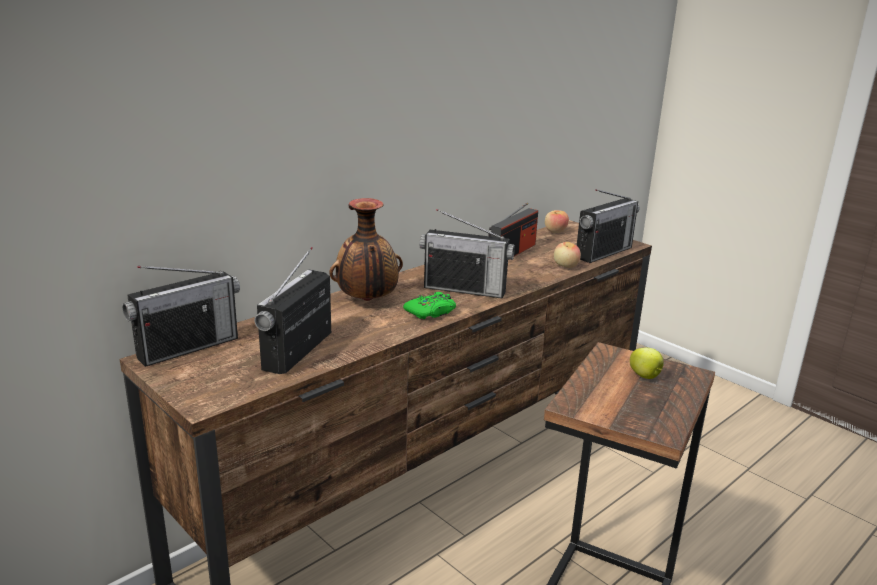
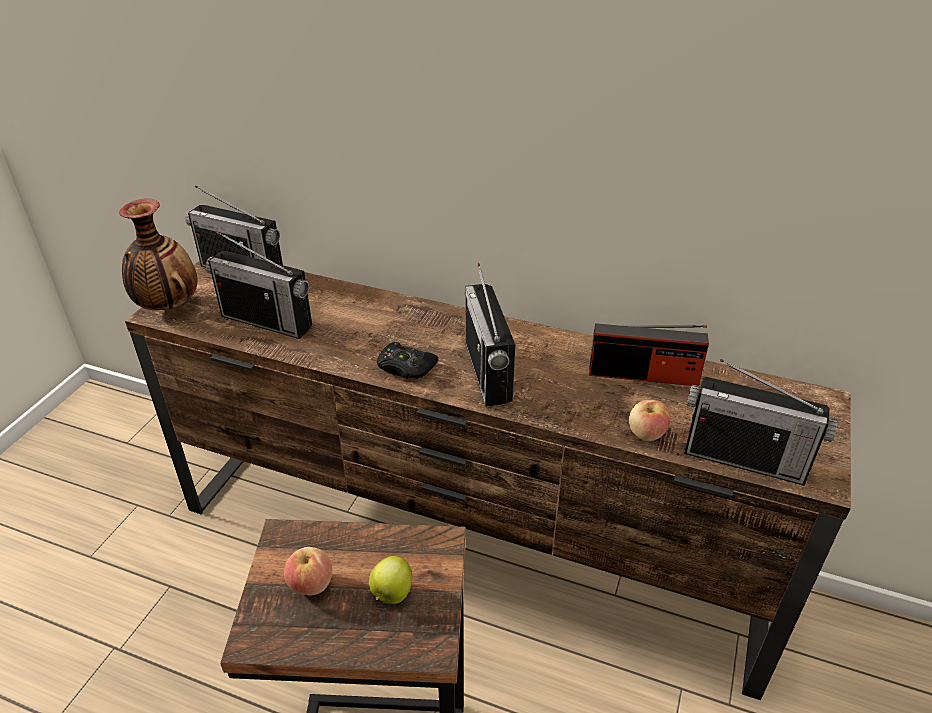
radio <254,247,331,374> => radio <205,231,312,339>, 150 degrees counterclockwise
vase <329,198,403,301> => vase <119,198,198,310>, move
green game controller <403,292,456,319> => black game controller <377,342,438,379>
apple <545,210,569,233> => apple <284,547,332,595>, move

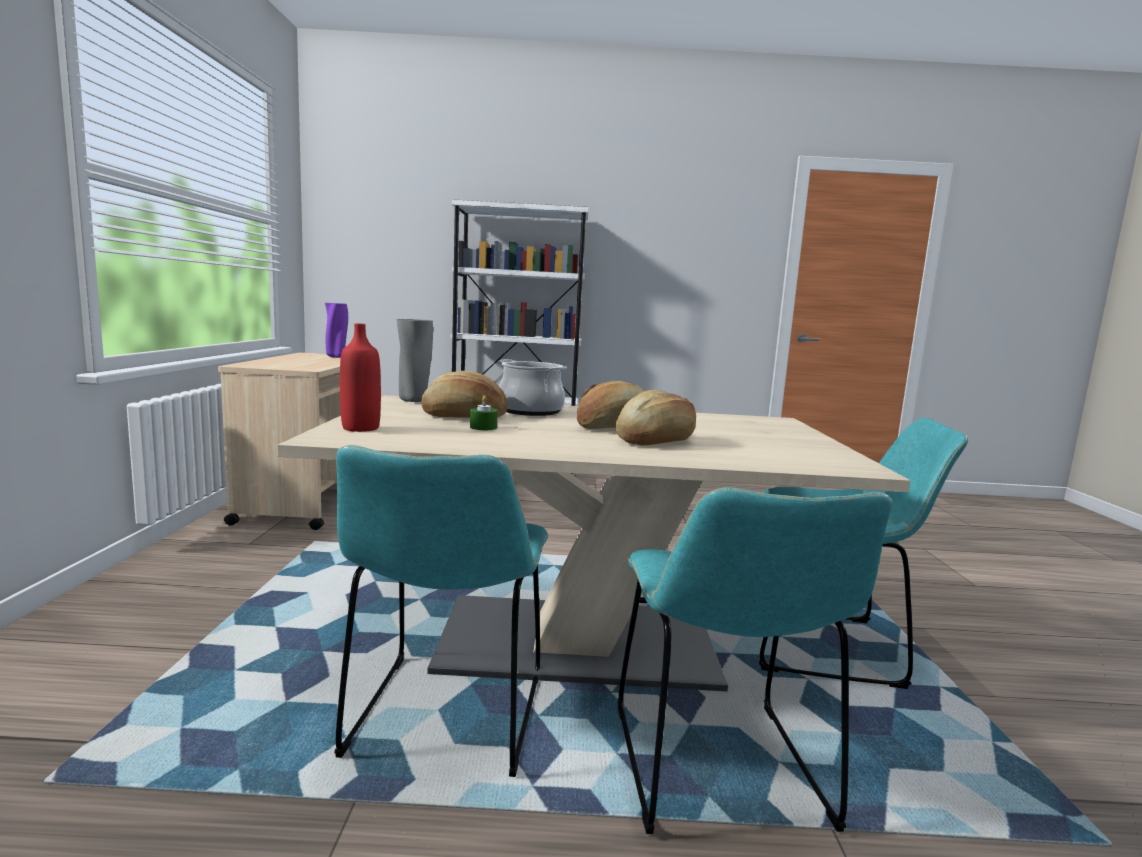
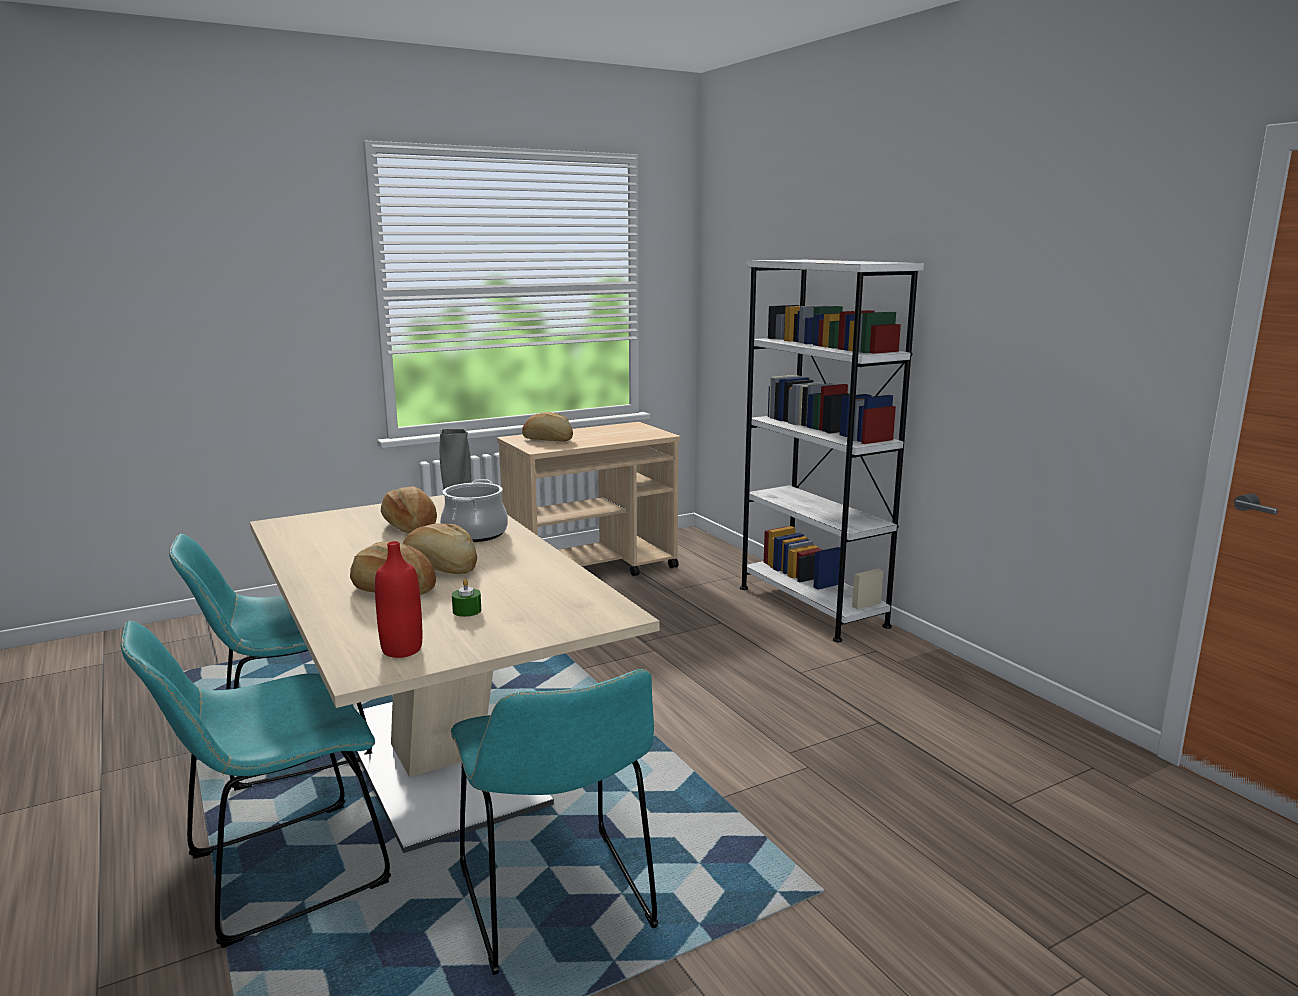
purple vase <325,303,348,358> => nothing
red bottle <340,323,381,432> => red bottle <375,541,422,658>, move
green candle <470,395,498,430> => green candle <452,579,481,617>, move
nothing => bread <522,412,573,442>

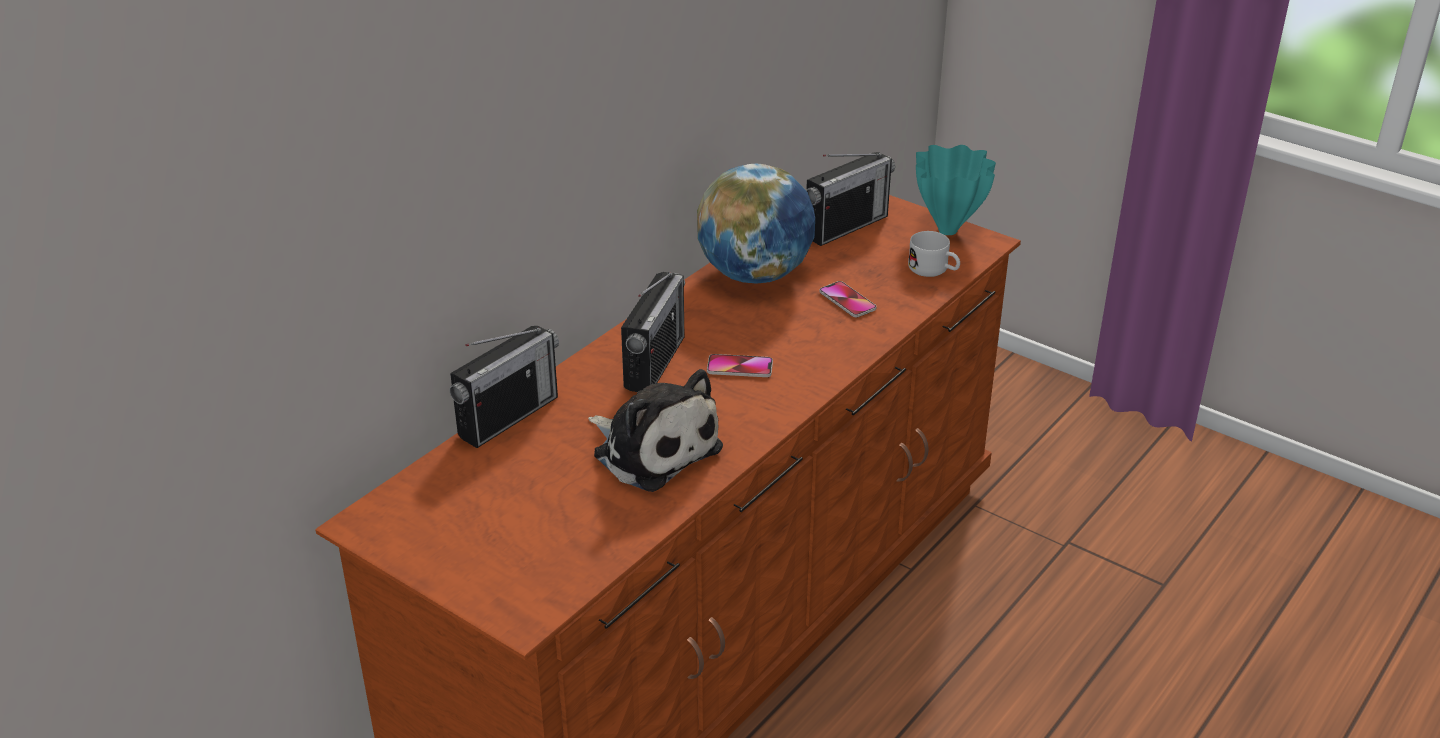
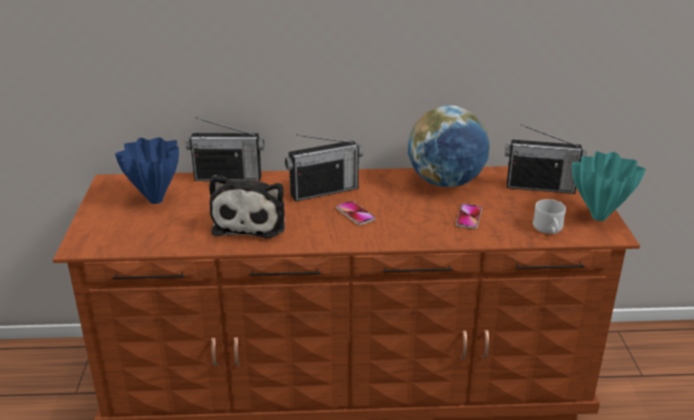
nothing => blue vase <115,137,179,204>

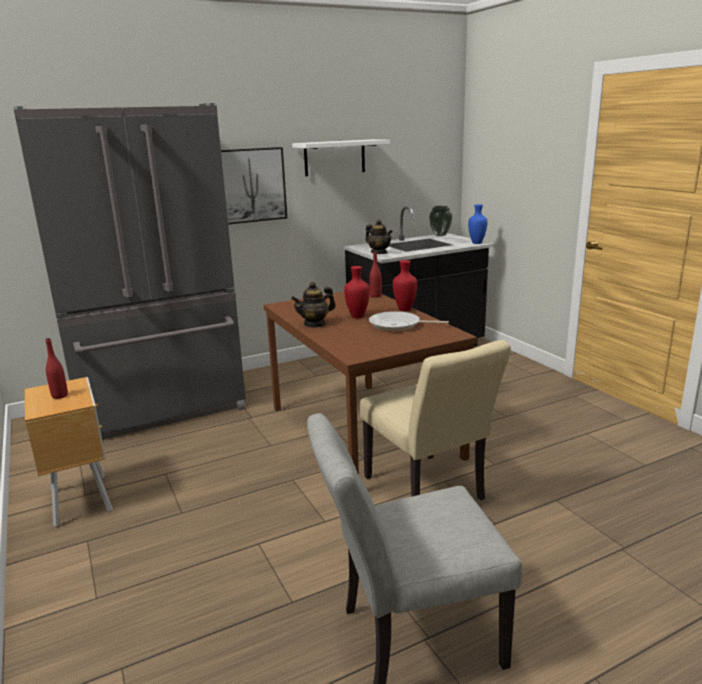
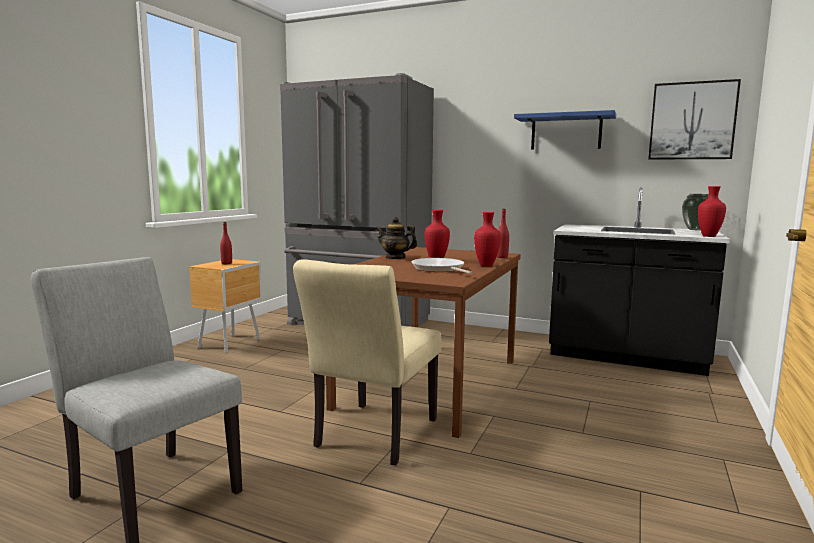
picture <221,147,287,224> => picture <648,79,741,160>, move
white shelf <292,139,390,176> => blue shelf <514,110,616,149>
teapot <365,220,393,254> => nothing
blue vase <468,204,488,244> => red vase <698,186,726,237>

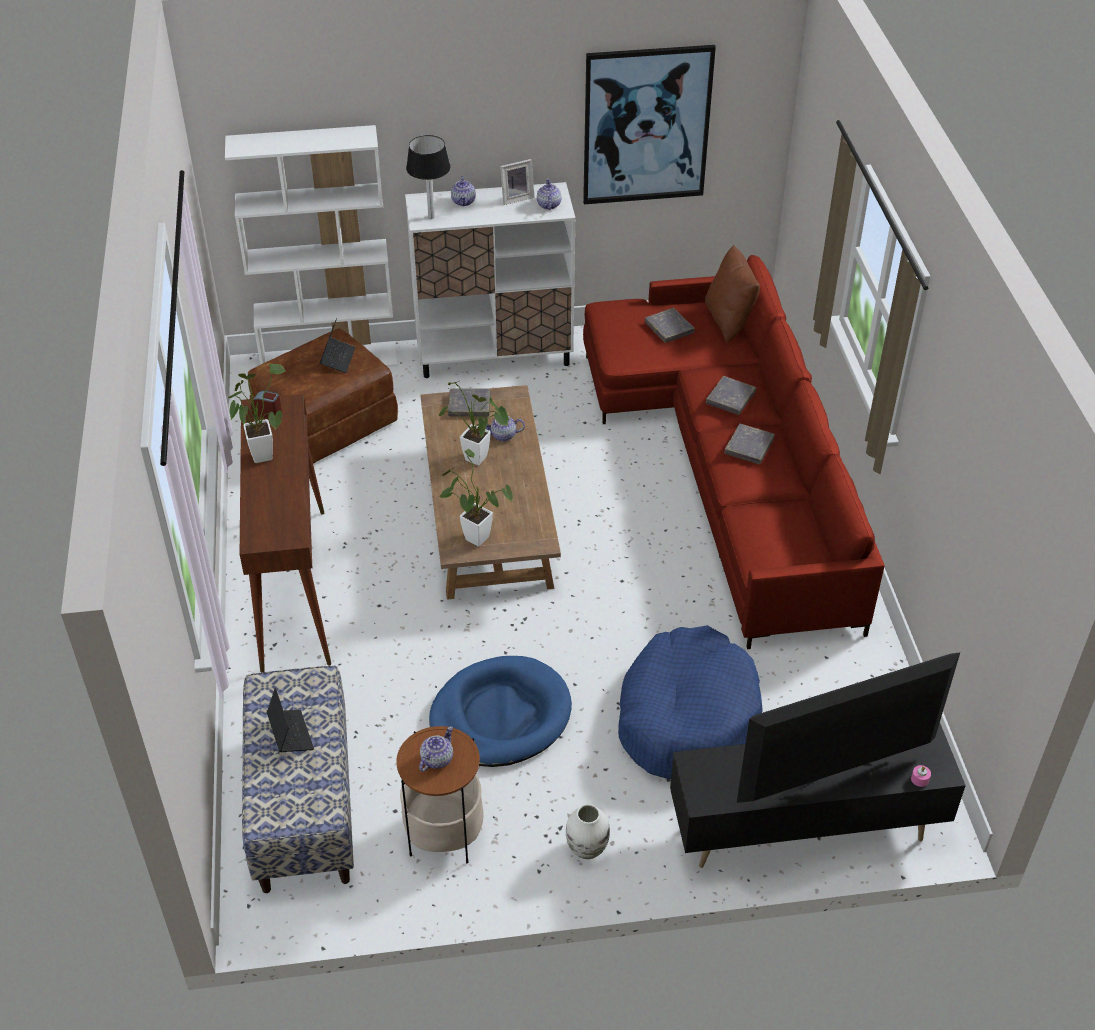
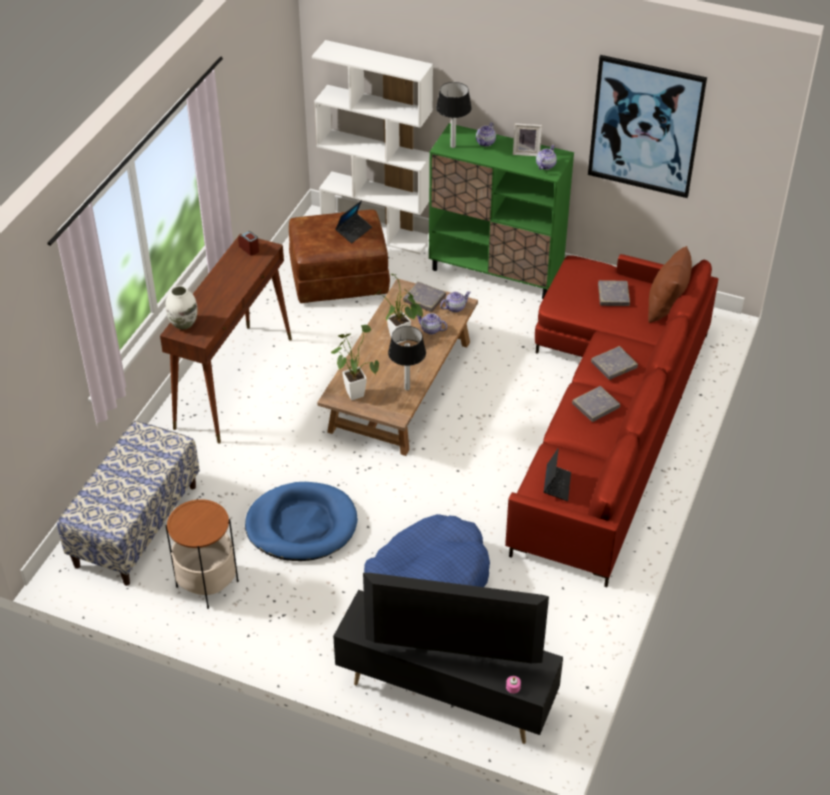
potted plant <228,364,285,463> => nothing
laptop <267,688,314,752> => laptop <544,448,571,501>, move
white cabinet <405,182,576,378> => green cabinet <429,123,574,299>
teapot <419,726,453,772> => teapot <440,291,471,313>, move
white vase <566,804,610,859> => white vase <165,286,198,330>, move
nothing => table lamp <388,326,426,391>

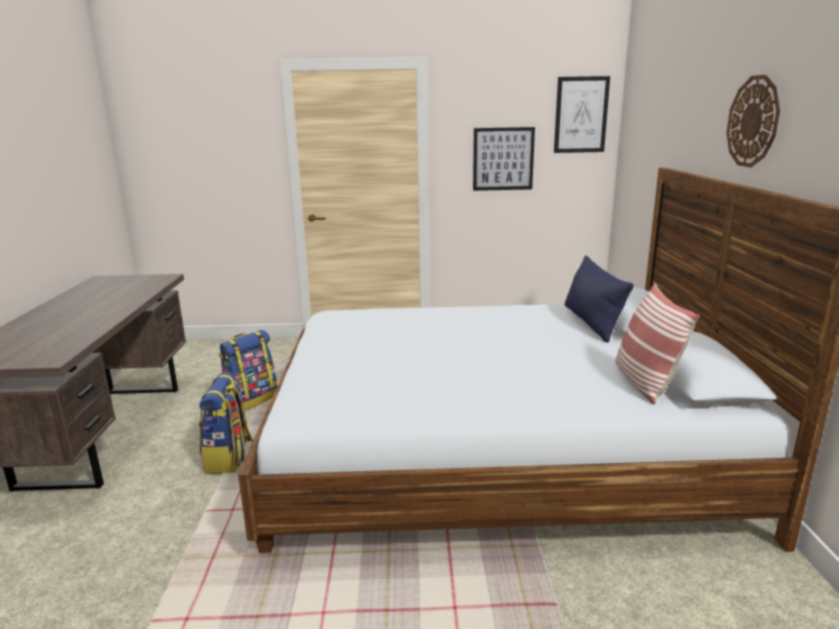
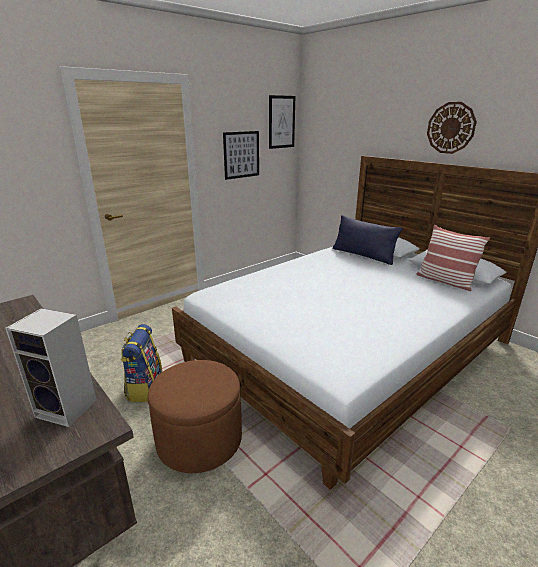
backpack <199,372,253,473> => brown ottoman <148,360,242,473>
nothing => speaker <5,308,97,427>

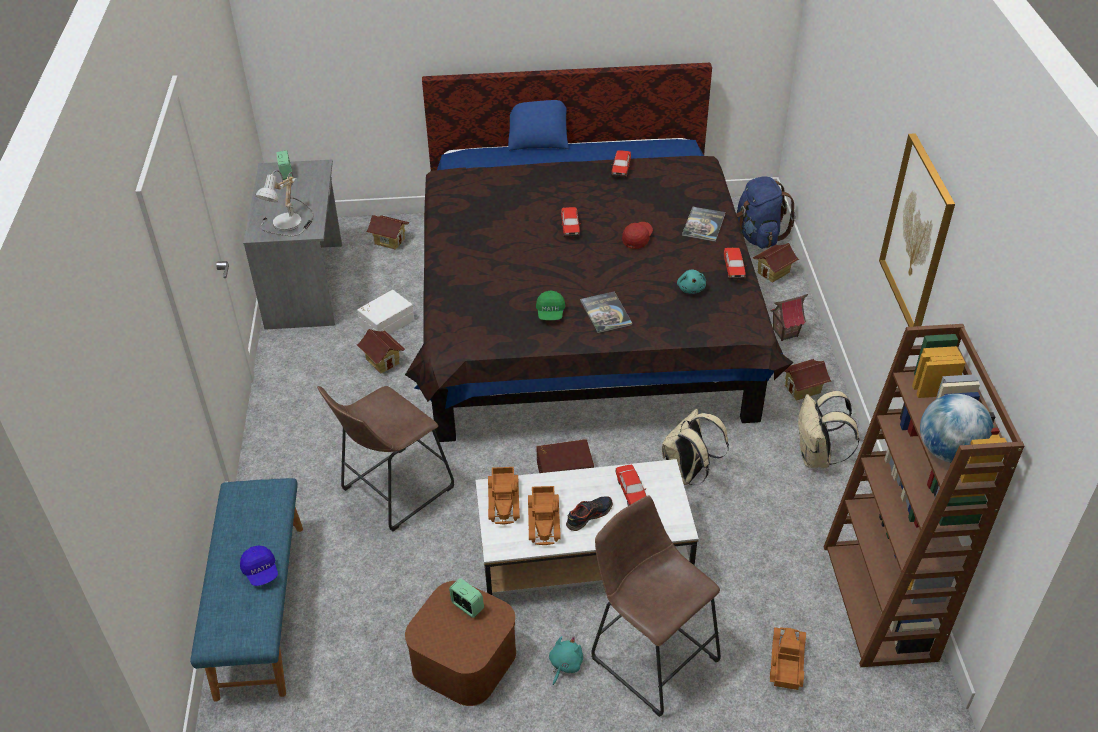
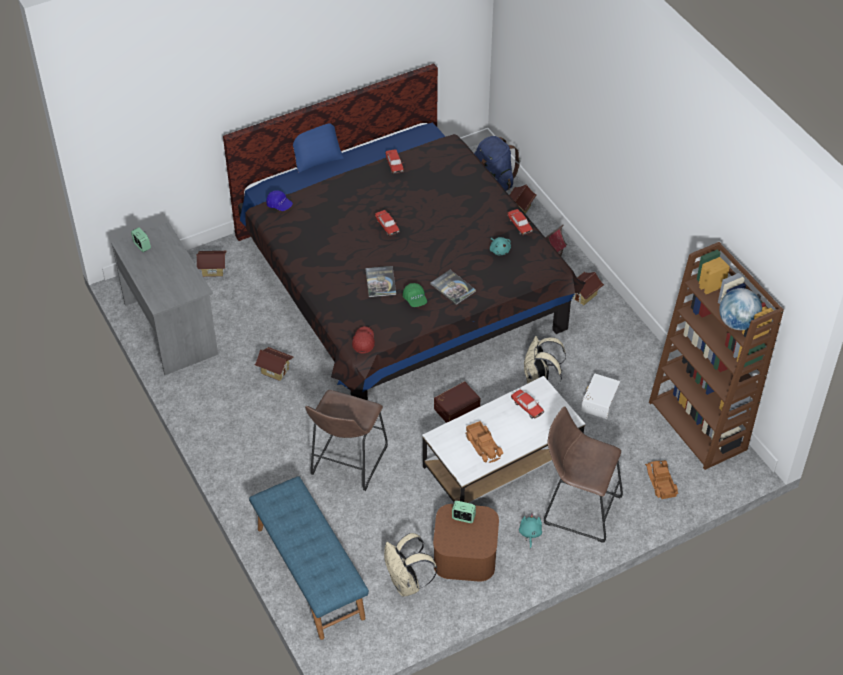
blue cap <240,546,278,586> => blue cap <266,190,293,211>, move
table lamp <255,170,314,236> => nothing
white storage box <357,290,414,335> => white storage box <581,374,620,419>, move
toy truck <488,467,520,524> => nothing
shoe <566,496,613,531> => nothing
red cap <622,222,653,249> => red cap <352,326,375,354>, move
book <682,207,725,242> => book <365,266,396,297>, move
beige backpack <798,391,859,468> => beige backpack <384,533,437,596>, move
picture <879,133,955,327> => nothing

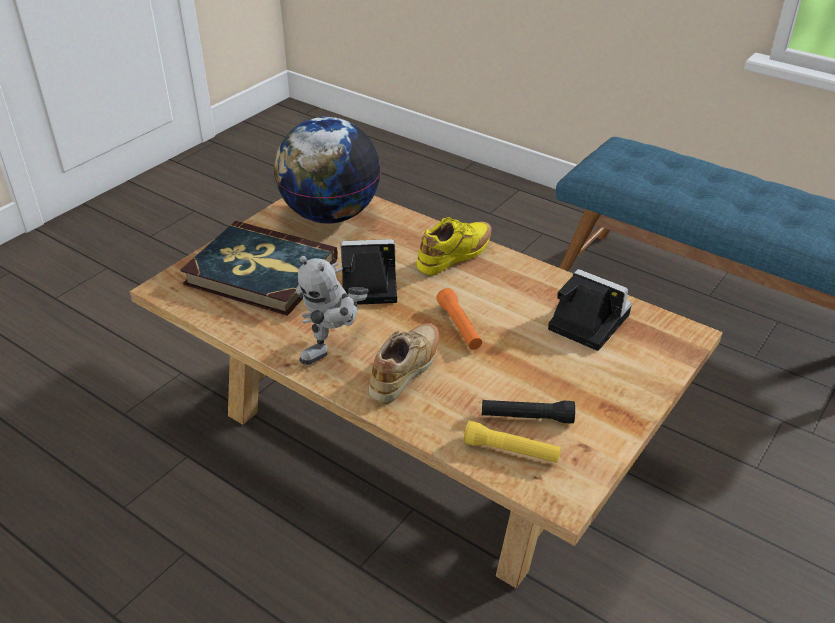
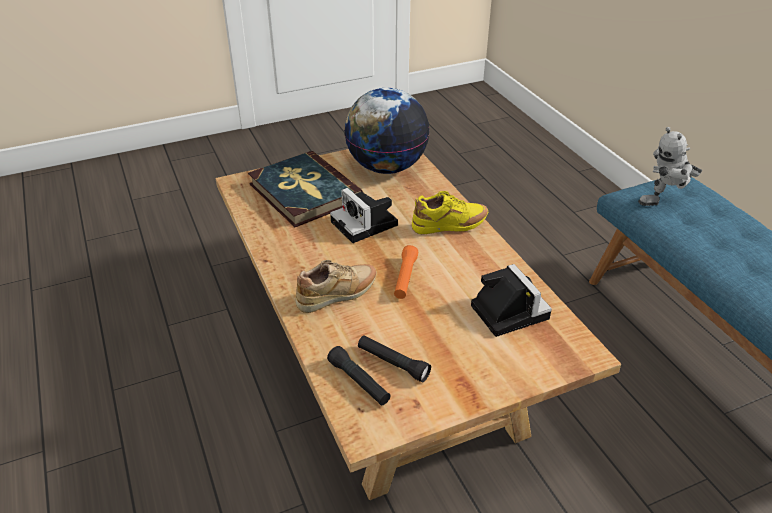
toy robot <296,256,369,365> => toy robot <638,127,702,206>, move
photo camera <341,239,397,305> => photo camera <330,188,398,243>, 150 degrees counterclockwise
yellow flashlight <464,421,561,463> => black flashlight <327,346,391,405>

